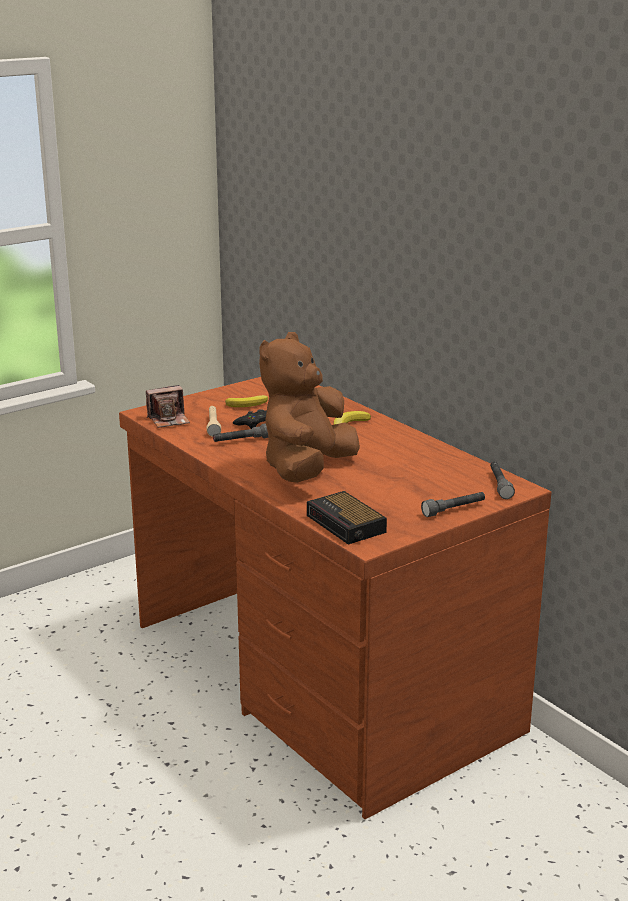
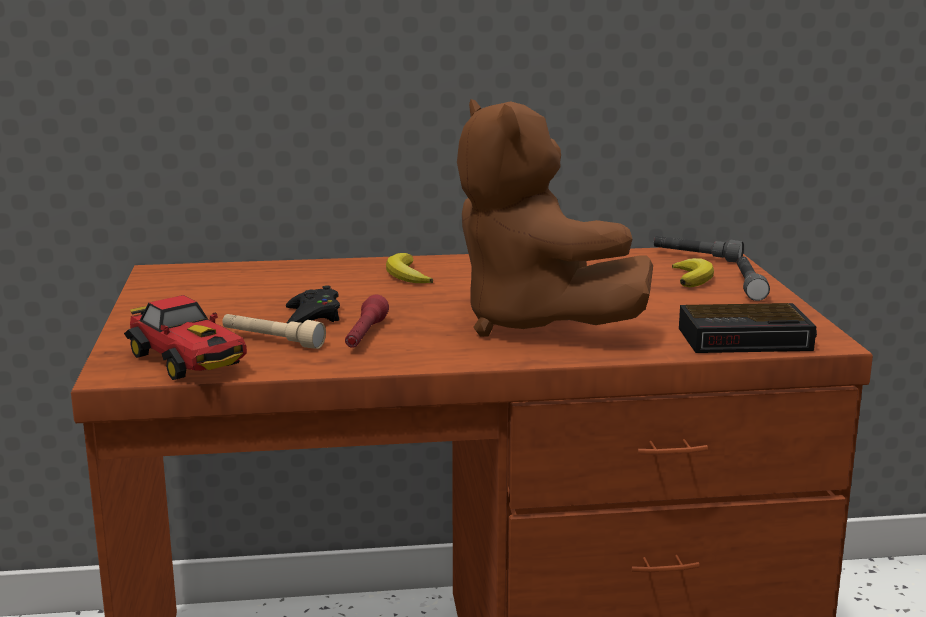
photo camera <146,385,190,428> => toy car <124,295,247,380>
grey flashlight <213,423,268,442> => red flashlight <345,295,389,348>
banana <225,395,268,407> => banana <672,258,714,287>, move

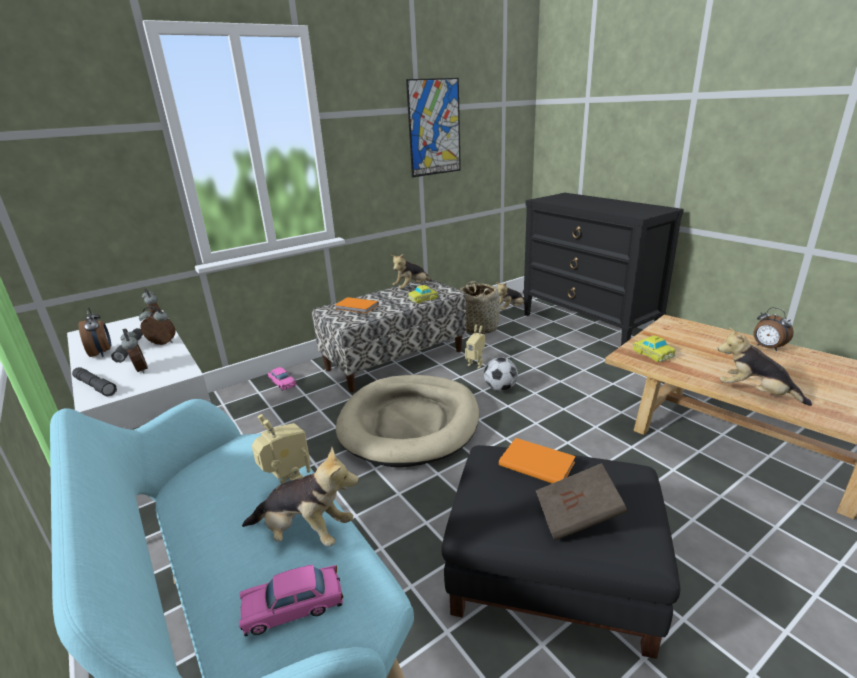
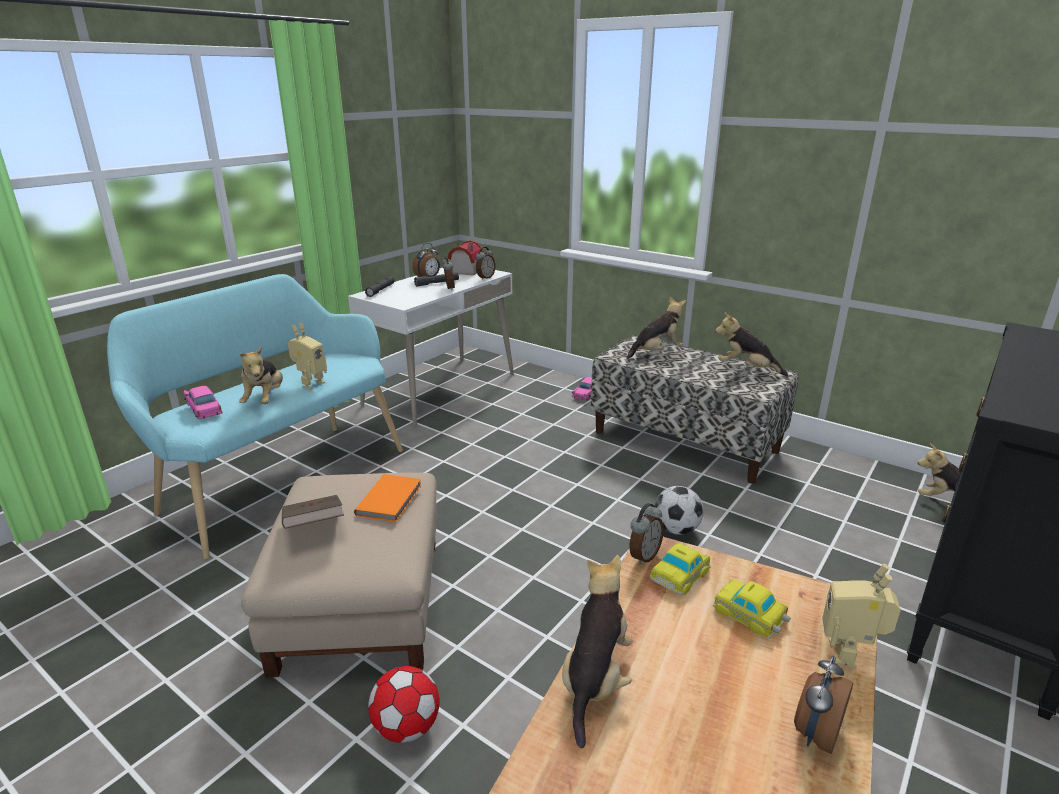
alarm clock <121,328,148,374> => alarm clock <629,503,664,565>, move
orange book <335,297,379,314> => plush toy <627,297,686,360>
beige dog bed <336,375,479,467> => nothing
picture <406,78,461,177> => nothing
toy car <408,285,439,304> => toy car <713,580,791,638>, move
black ottoman <441,445,681,659> => beige ottoman <241,473,437,678>
basket <460,281,500,334> => nothing
toy robot <465,324,485,369> => toy robot <822,564,901,668>, move
nothing => football <368,666,439,743>
nothing => toy house <448,240,484,276>

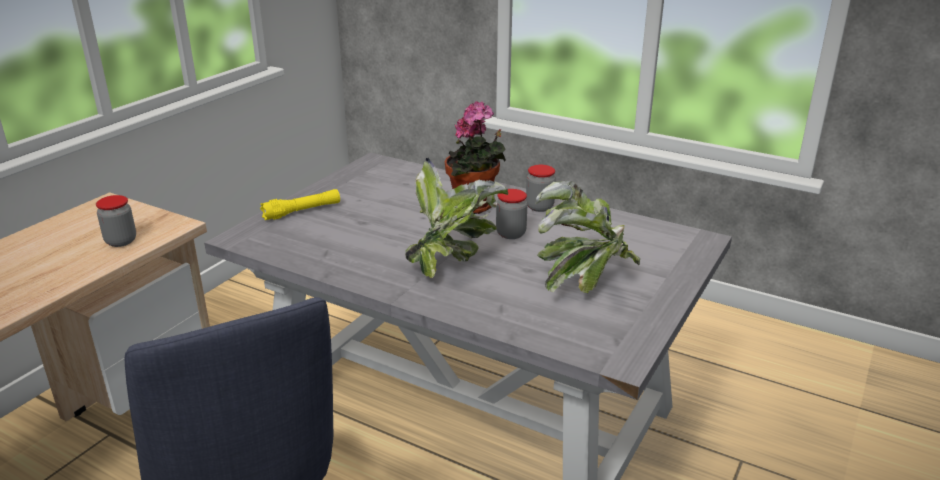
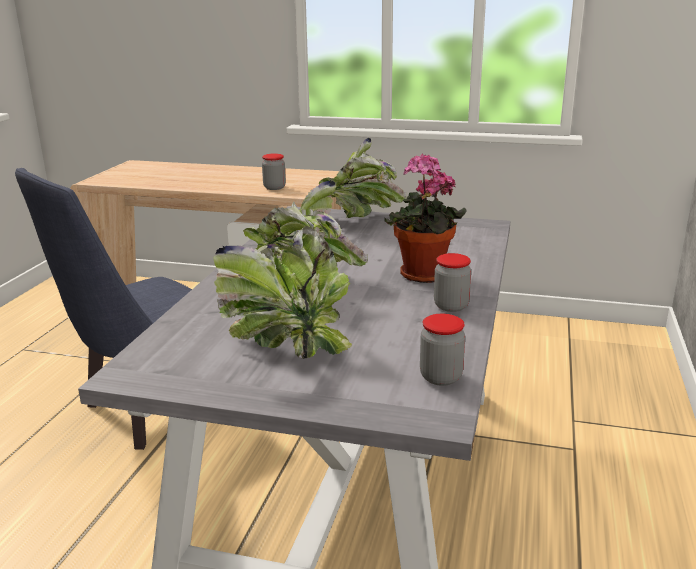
yellow flashlight <260,189,340,220> => potted plant <319,137,407,218>
jar <496,189,527,239> => jar <420,314,465,386>, move

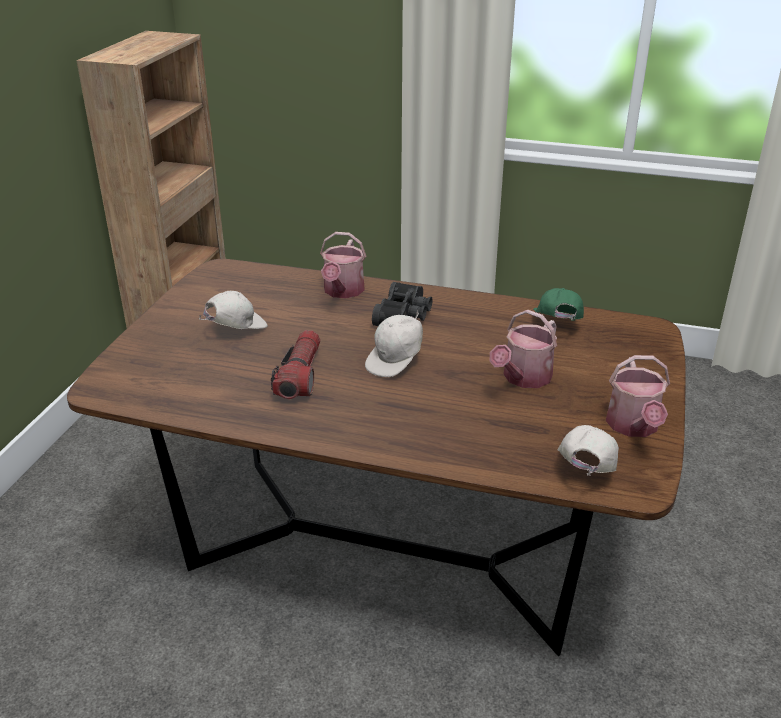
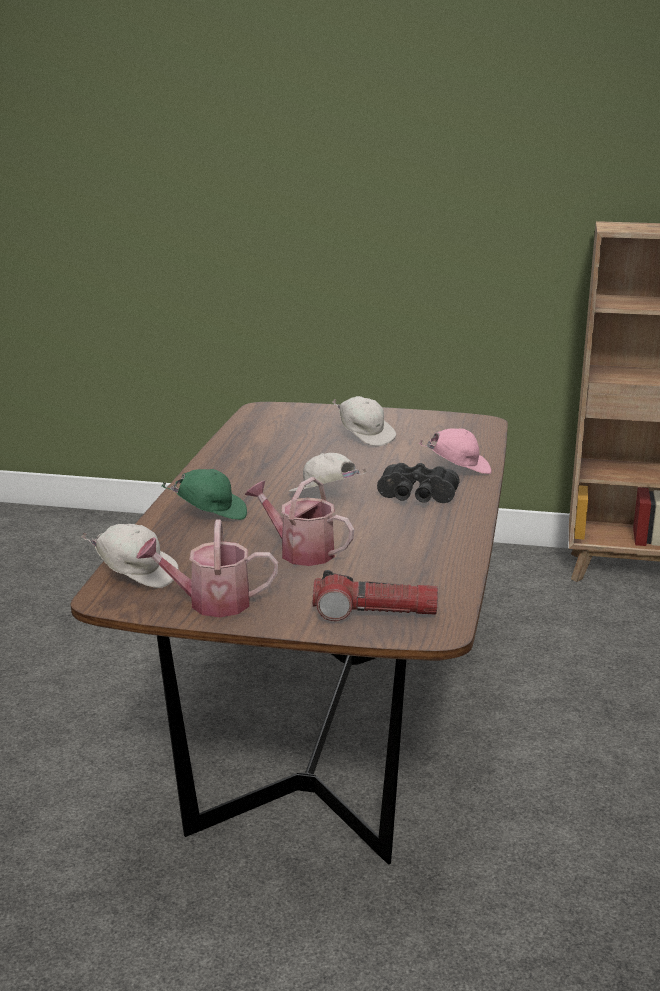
flashlight <271,330,320,399> => flashlight <313,570,438,621>, move
watering can <320,232,366,298> => pink cap <419,428,492,474>
green cap <533,288,584,321> => green cap <162,469,247,520>, move

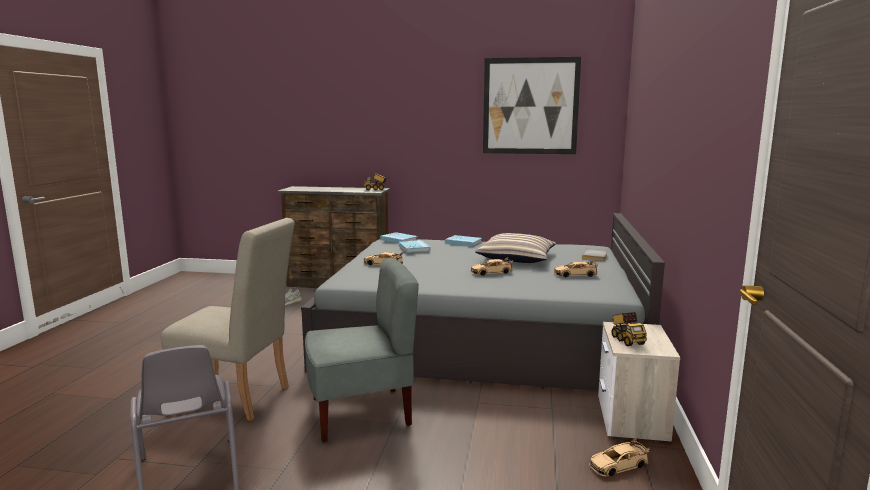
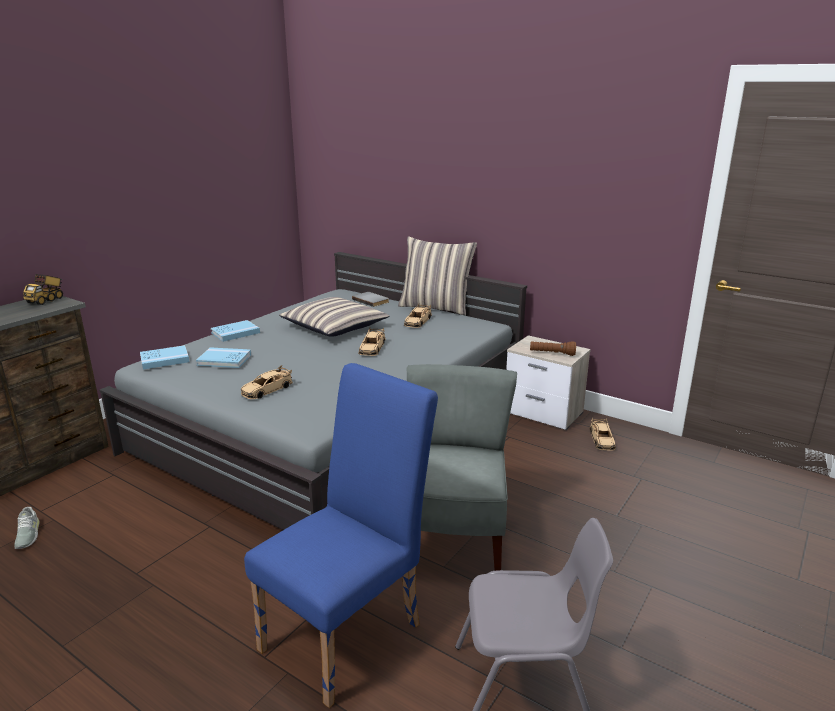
beige chair <161,218,295,421> => blue chair <244,363,438,708>
picture <483,57,581,154> => nothing
toy truck <611,312,647,346> => brown flashlight <530,341,576,356>
nothing => pillow <398,236,477,315>

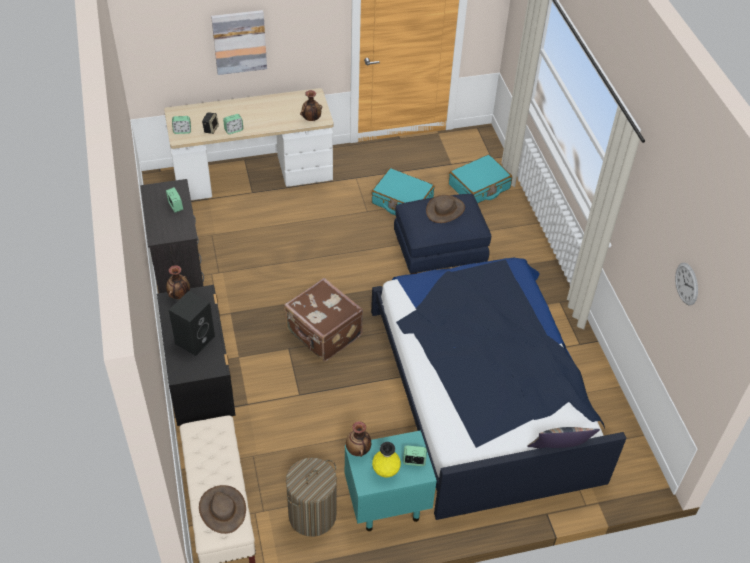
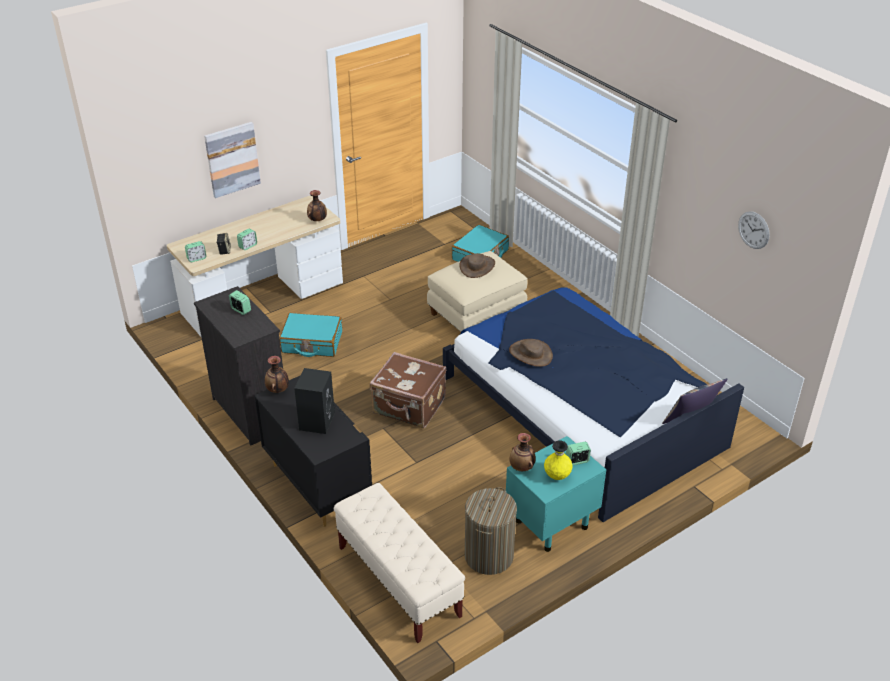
brown hat <199,485,246,534> => brown hat <509,339,553,367>, move
turquoise suitcase <371,168,435,215> => turquoise suitcase <279,313,342,357>, move
blue ottoman <394,194,491,274> => beige ottoman <427,251,528,332>

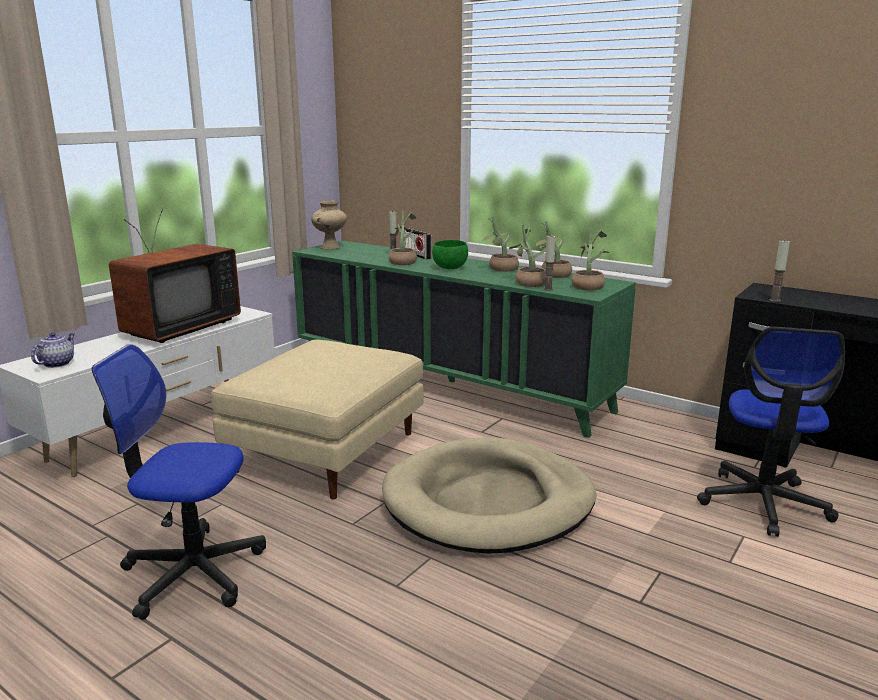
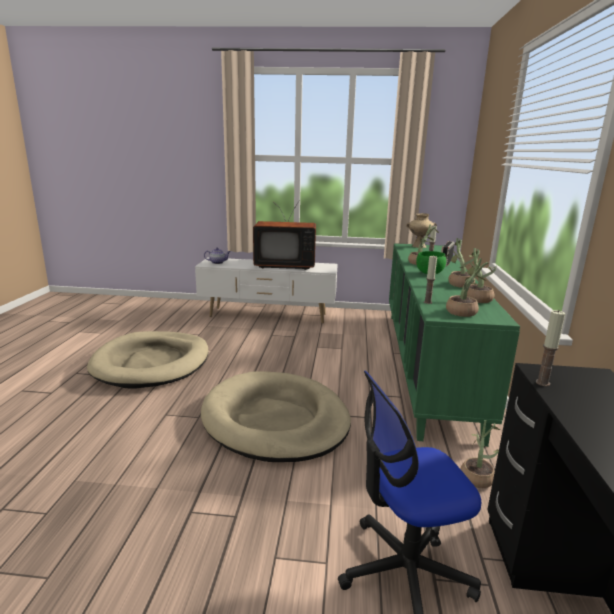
office chair <92,344,266,620> => beige dog bed <87,331,209,389>
beige ottoman <211,340,424,500> => nothing
potted plant <509,225,546,287> => potted plant <461,420,500,488>, move

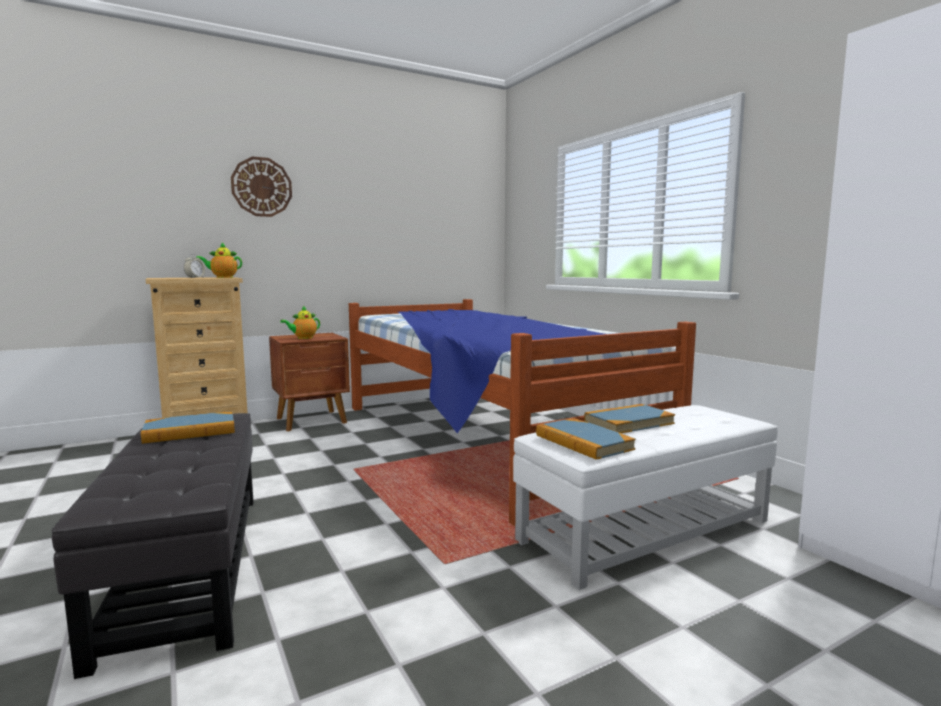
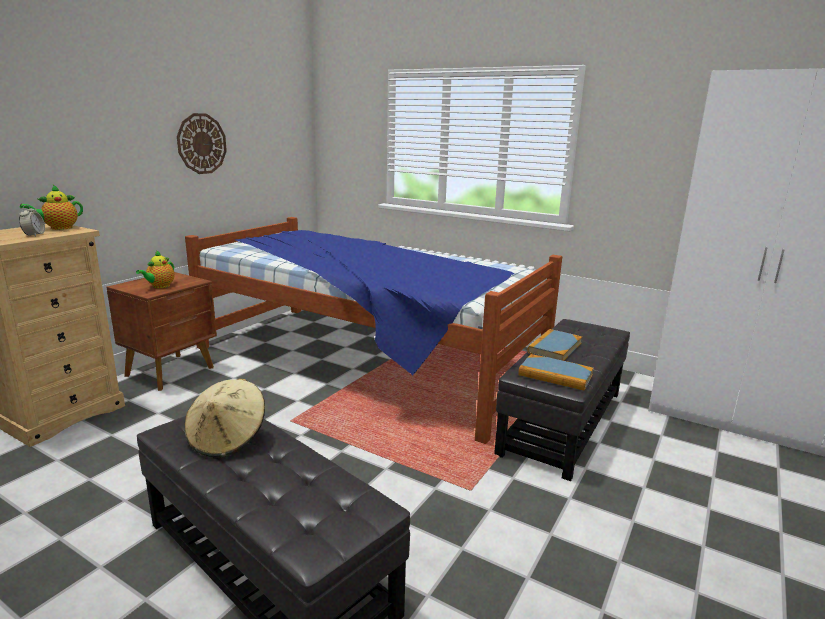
book <141,411,235,444> => beige hat <184,378,265,458>
wall clock <231,156,292,217> => wall clock <177,113,227,174>, move
white ottoman <513,405,778,590> => black ottoman <494,319,630,481>

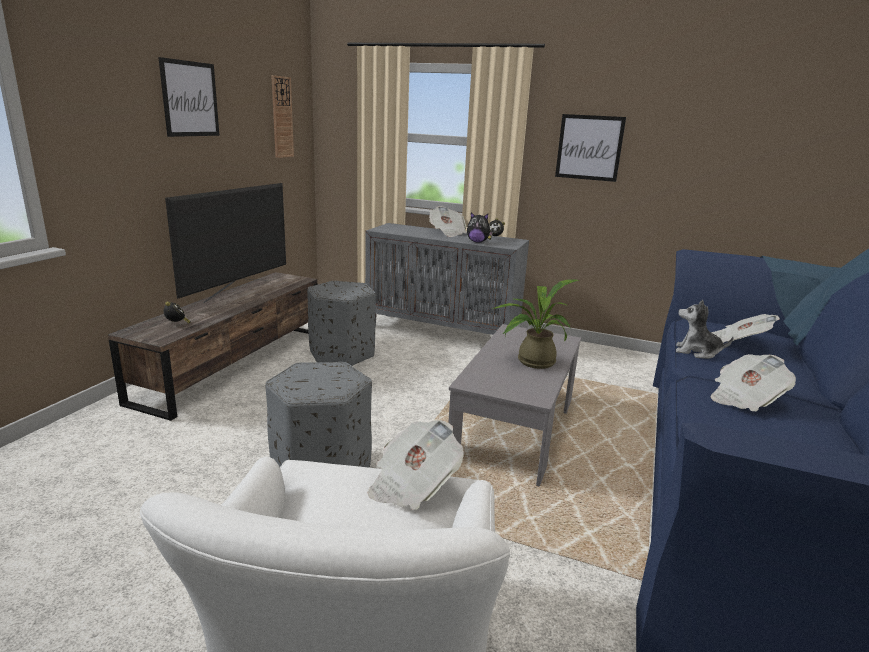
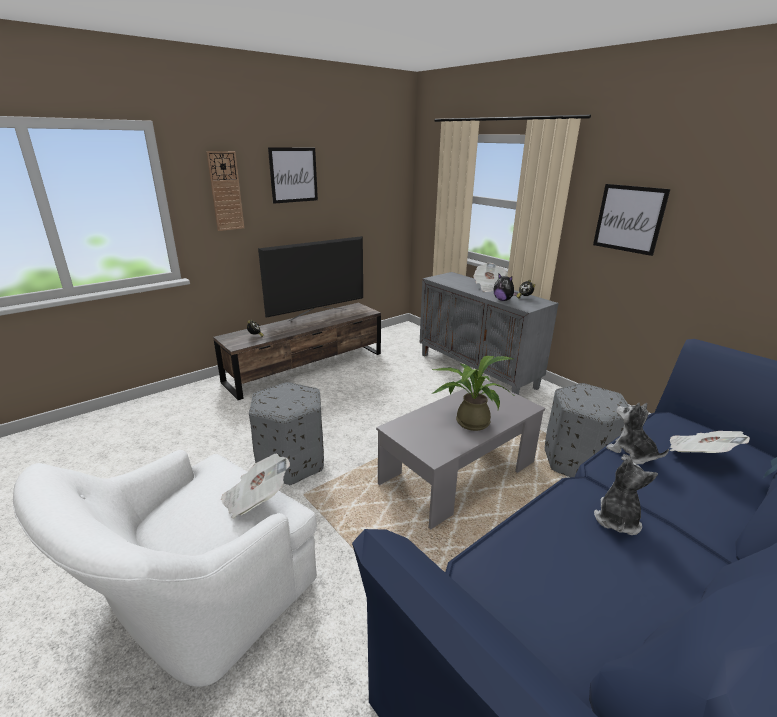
wall clock <271,75,294,158> => wall clock <206,151,244,231>, move
grey ottoman <307,281,376,366> => grey ottoman <545,383,629,477>, move
newspaper <711,354,796,411> => plush toy <594,458,658,535>

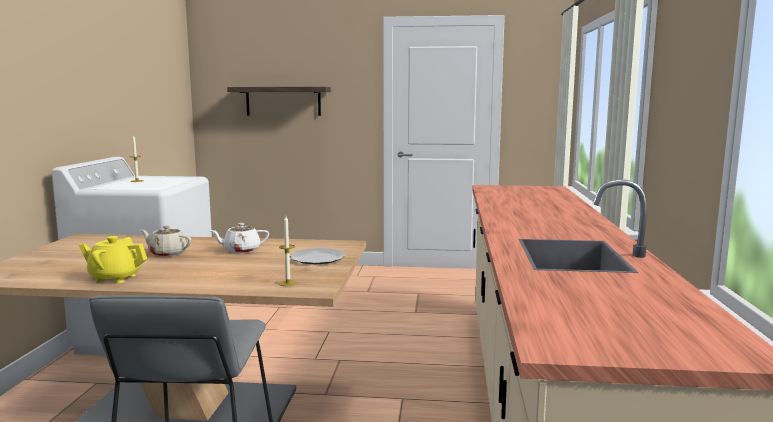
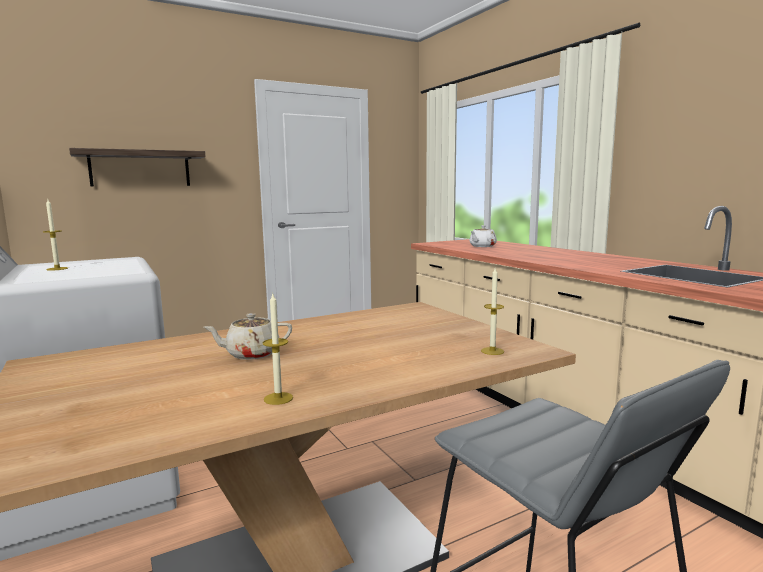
yellow teapot <79,236,147,283> => candle <263,294,293,405>
white teapot <209,223,269,253> => white teapot <469,225,497,247>, move
plate <290,248,346,264> => nothing

